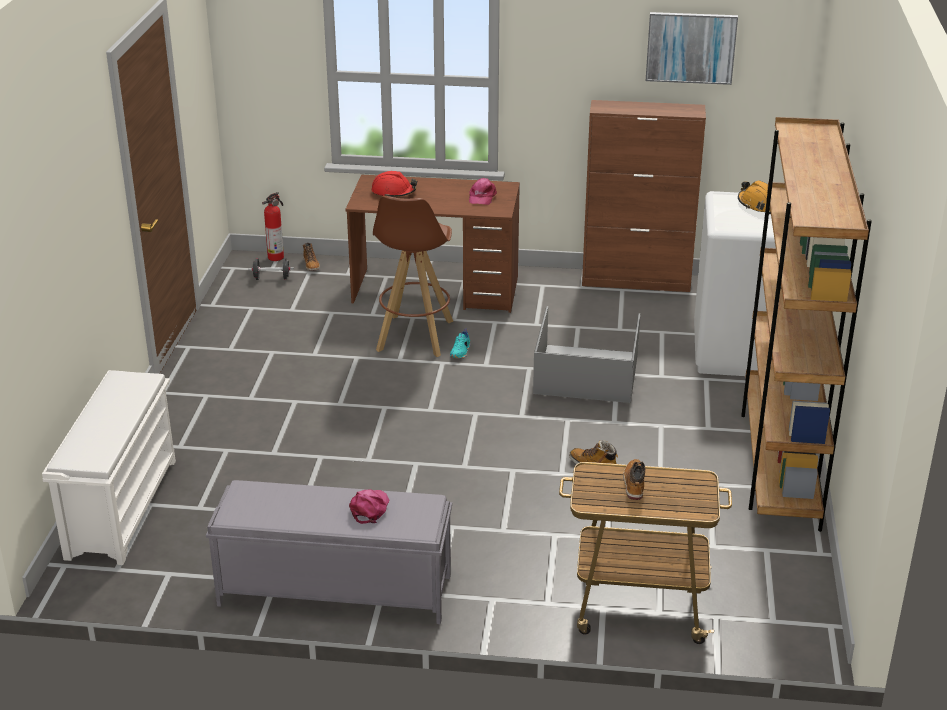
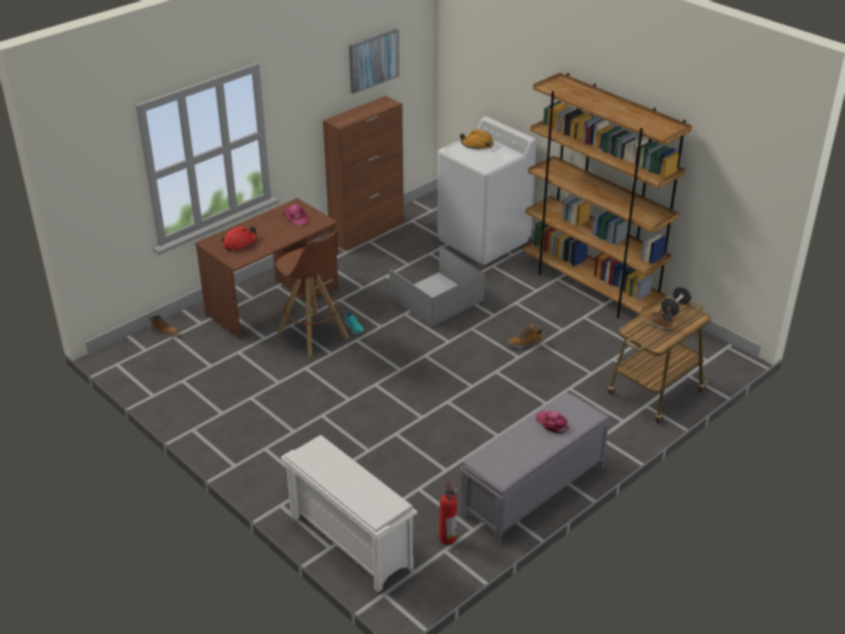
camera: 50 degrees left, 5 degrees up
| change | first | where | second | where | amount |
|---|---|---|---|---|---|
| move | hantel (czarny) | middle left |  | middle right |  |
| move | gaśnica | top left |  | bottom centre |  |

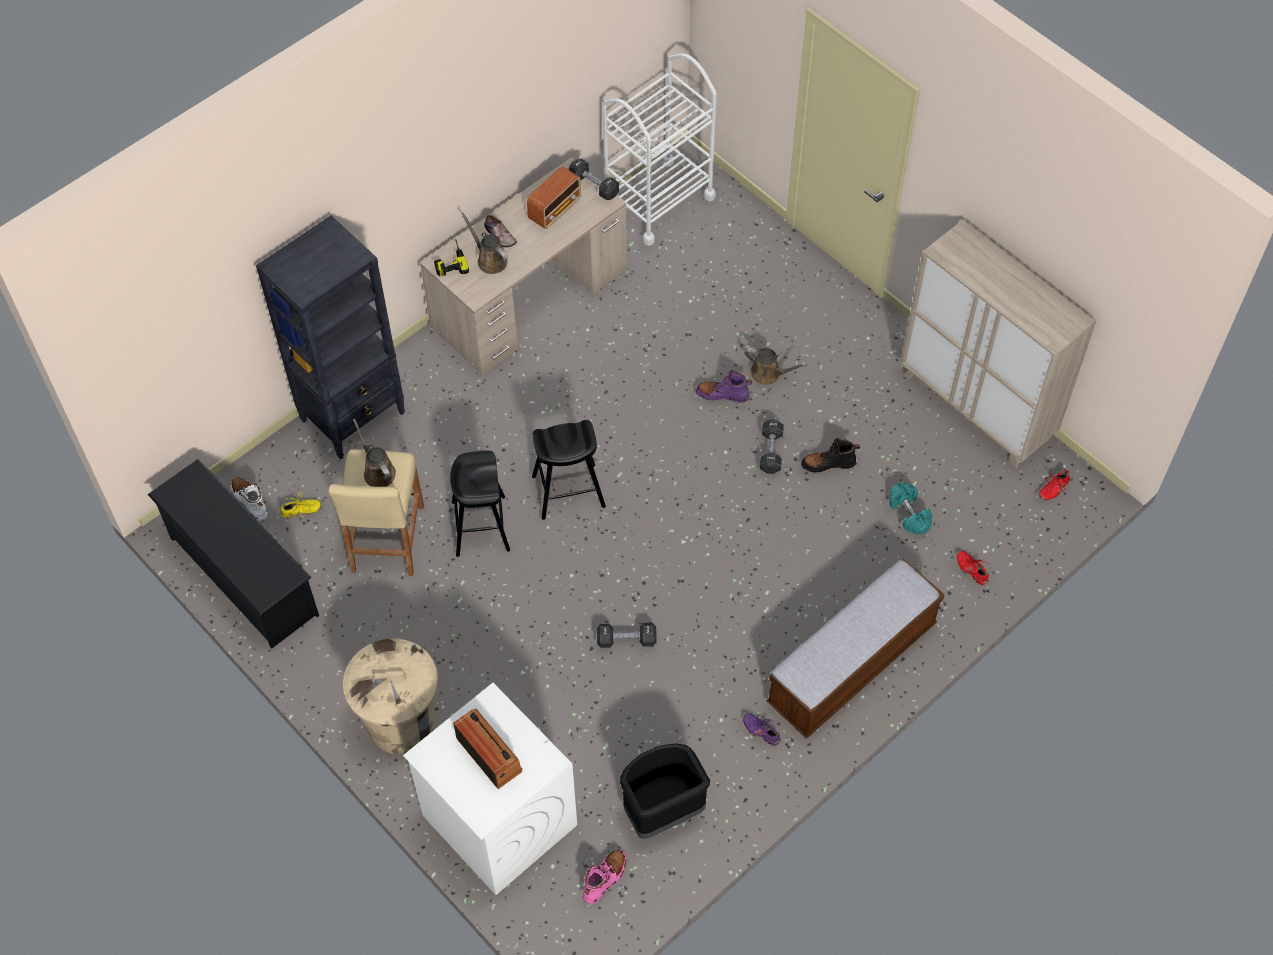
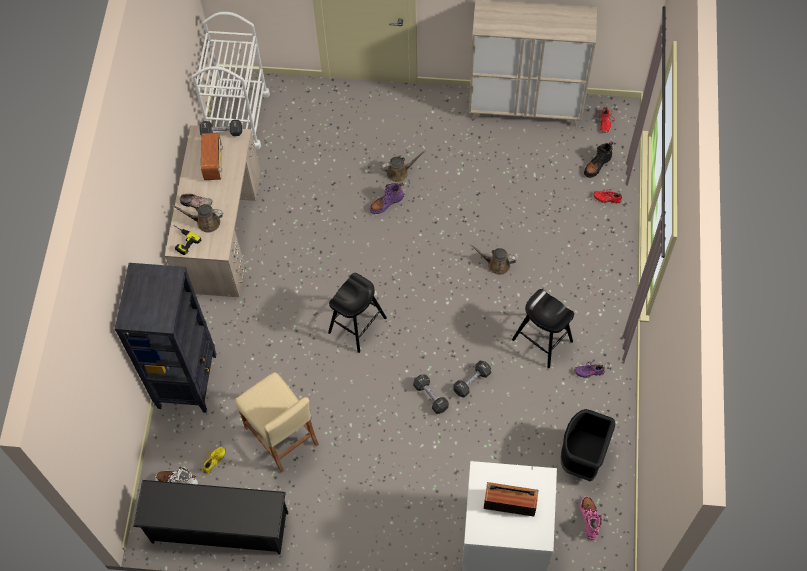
camera: 40 degrees left, 5 degrees up
| change | first | where | second | where | amount |
|---|---|---|---|---|---|
| delete | kosz na śmieci (beżowy) | bottom left |  |  |  |
| move | konewka (brązowy) (1st from left in the first image) | middle left | konewka (brązowy) (3rd from left) | centre |  |
| move | stołek (czarny) (1st from left in the first image) | centre | stołek (czarny) (2nd from left) | middle right |  |
| move | hantel (czarny) (3rd from left in the first image) | centre | hantel (czarny) (2nd from left) | bottom centre |  |
| delete | ławka | bottom right |  |  |  |
| move | but z cholewką (czarny) | centre |  | top right |  |
| delete | hantel (turkusowy) | middle right |  |  |  |

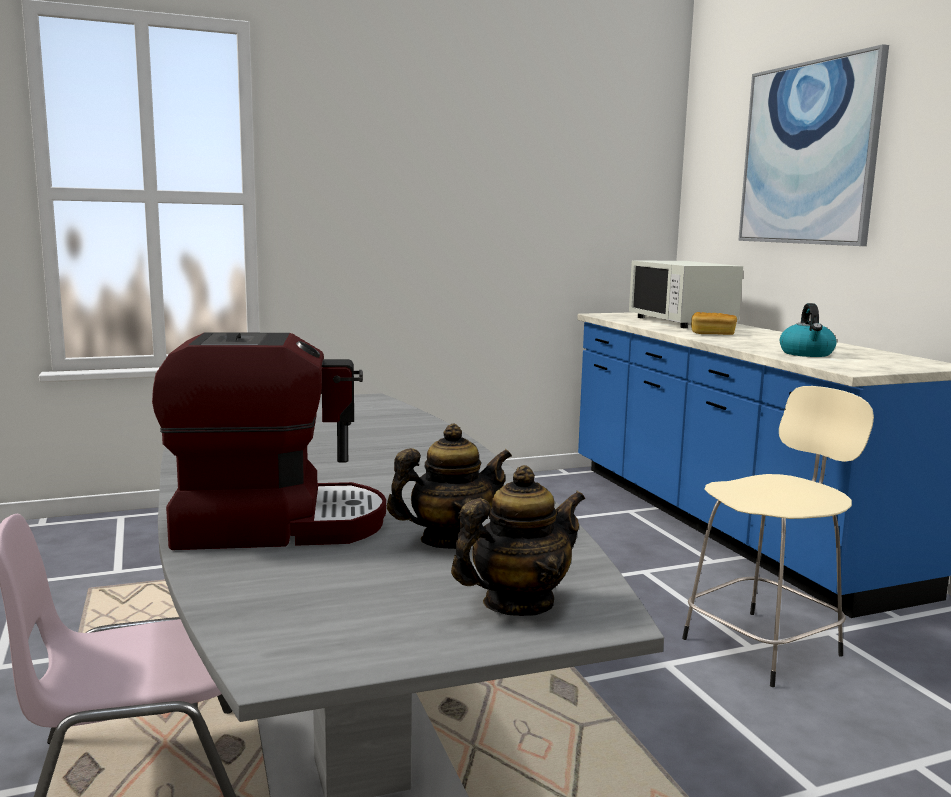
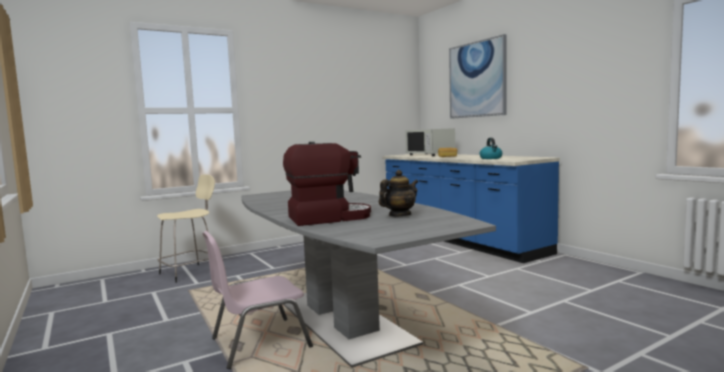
camera: 10 degrees left, 5 degrees down
| change | first | where | second | where | amount |
|---|---|---|---|---|---|
| delete | imbryk (2nd from left) | bottom centre |  |  |  |
| move | stołek (beżowy) | bottom right |  | middle left |  |

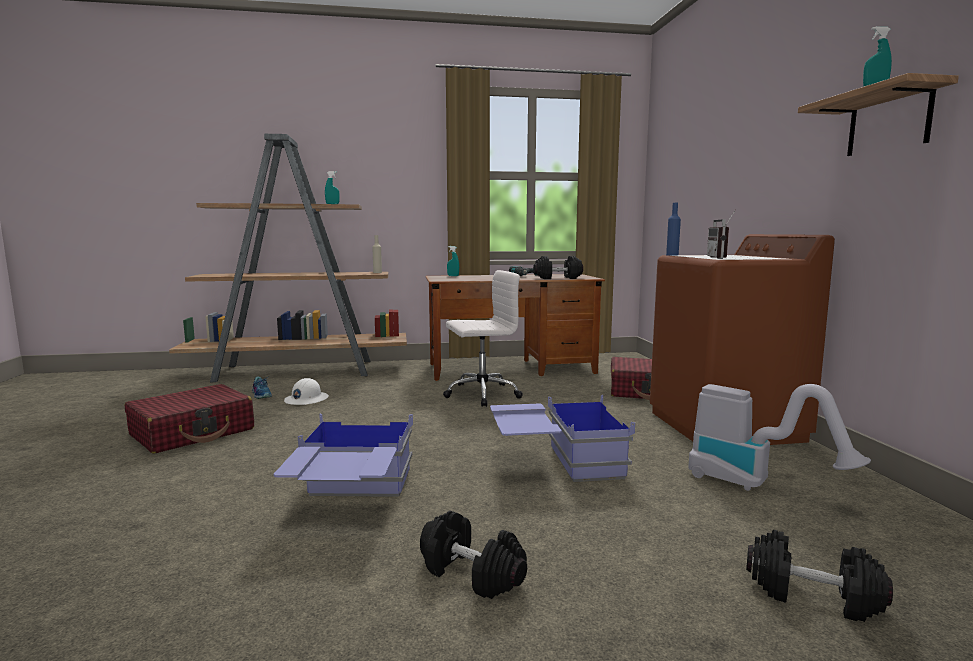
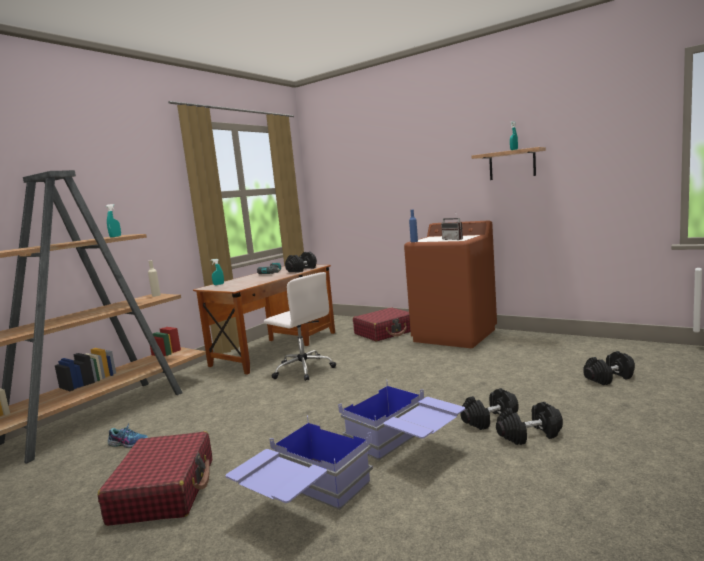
camera: 45 degrees left, 0 degrees up
| change | first | where | second | where | amount |
|---|---|---|---|---|---|
| delete | kask (biały) | middle left |  |  |  |
| rotate | krzesło biurowe (biały) | centre |  | centre | 105 degrees clockwise |
| move | pojemnik do przechowywania (niebieski) (2nd from left in the first image) | centre | pojemnik do przechowywania (niebieski) (1st from left) | bottom centre |  |
| delete | odkurzacz | middle right |  |  |  |
| insert |  |  | hantel (czarny) (2nd from left) | bottom right |  |

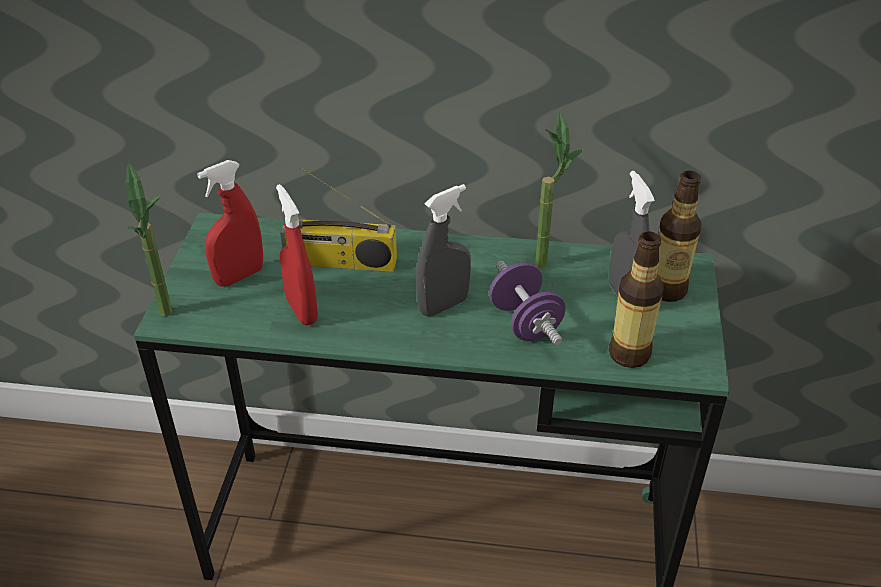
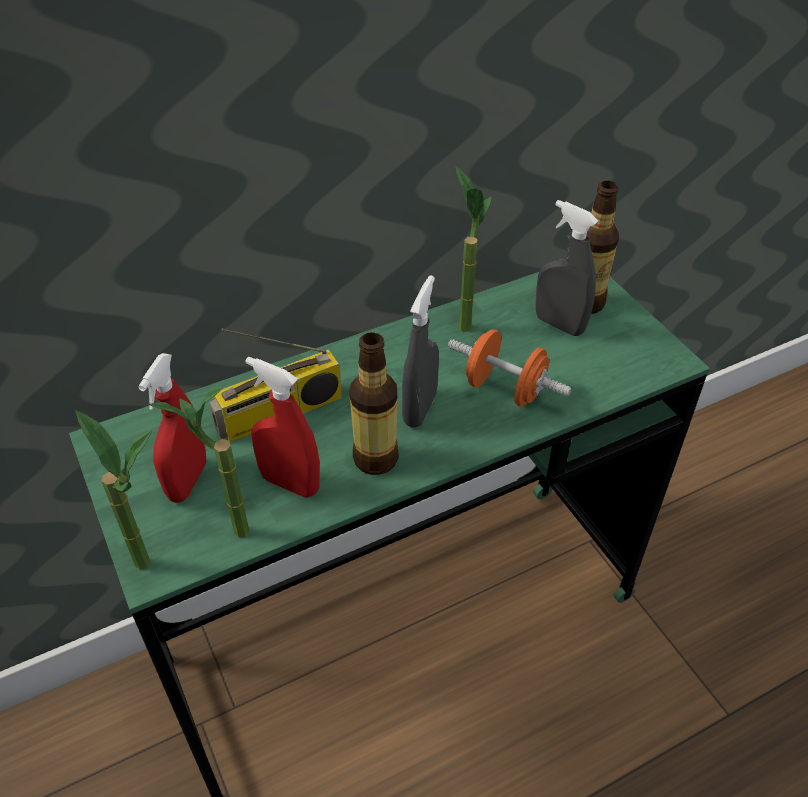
camera: 35 degrees left, 5 degrees up
| change | first | where | second | where | amount |
|---|---|---|---|---|---|
| recolor | hantel (fioletowy) | centre | hantel (pomarańczowy) | centre |  |
| move | butelka (1st from left) | middle right |  | centre |  |
| insert |  |  | roślina doniczkowa (2nd from left) | middle left |  |

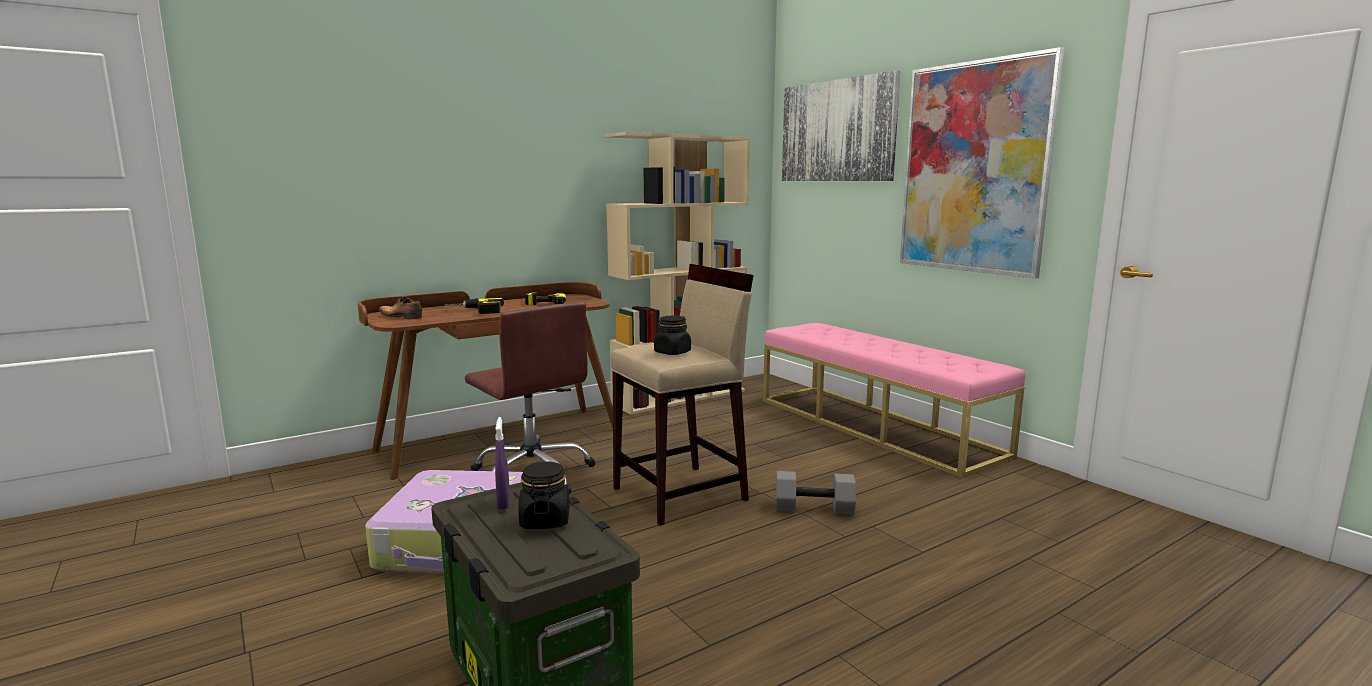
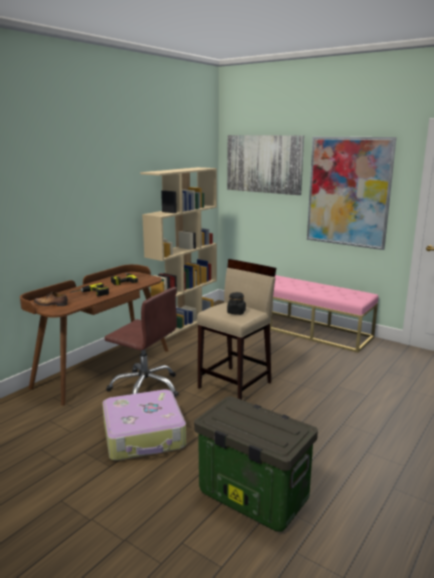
camera: 20 degrees left, 5 degrees up
| change | first | where | second | where | amount |
|---|---|---|---|---|---|
| delete | spryskiwacz (fioletowy) | bottom centre |  |  |  |
| delete | słoik (czarny) (1st from left) | bottom centre |  |  |  |
| delete | hantel (szary) | bottom centre |  |  |  |

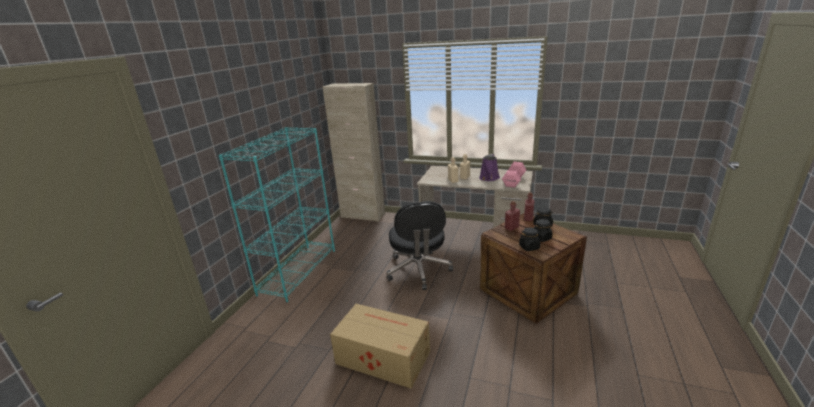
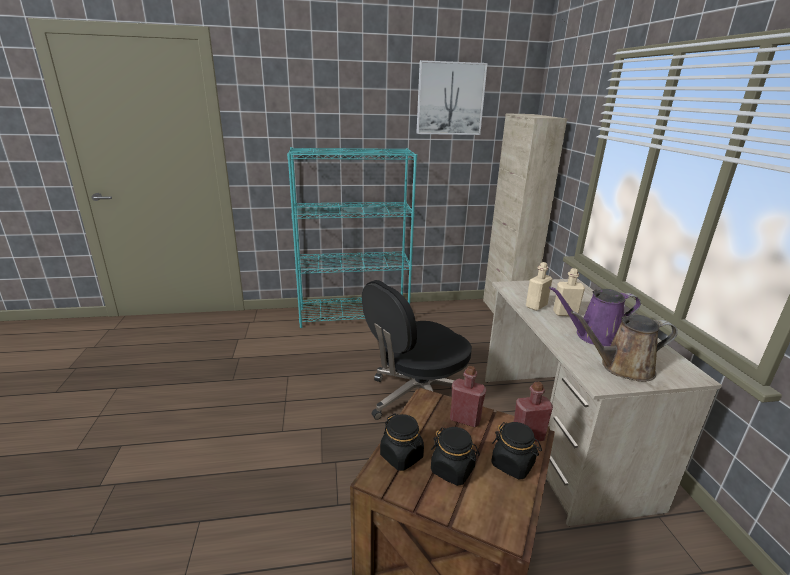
camera: 60 degrees right, 0 degrees up
| change | first | where | second | where | amount |
|---|---|---|---|---|---|
| delete | karton | bottom centre |  |  |  |
| replace | hantel (różowy) | centre | konewka (brązowy) | middle right |  |
| insert |  |  | obraz | top centre |  |

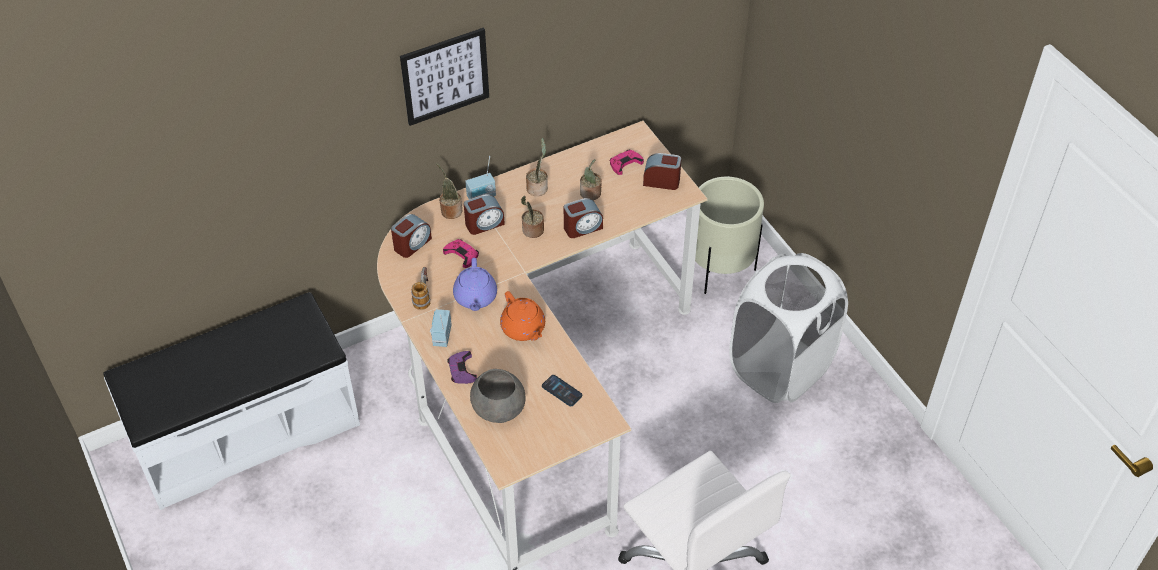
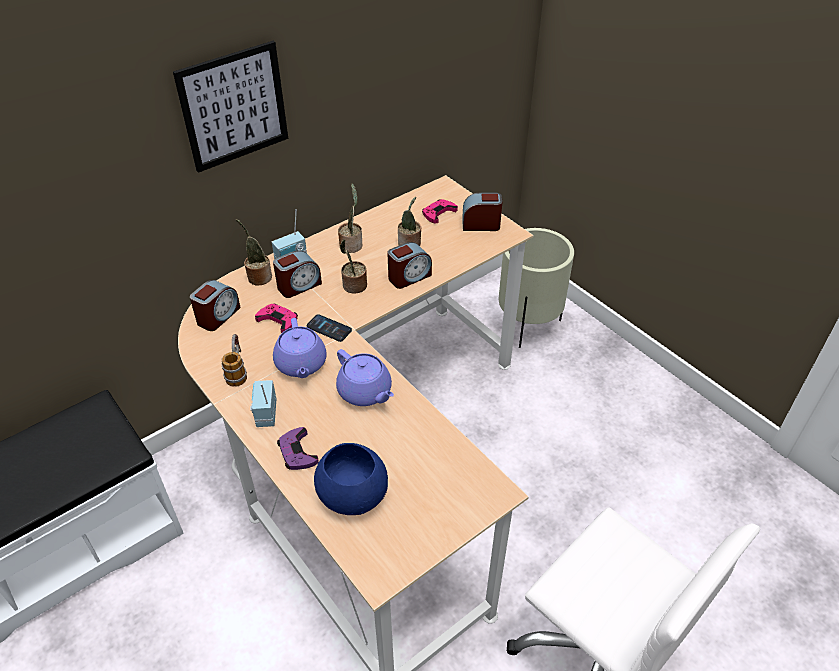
camera: 10 degrees left, 5 degrees down
| change | first | where | second | where | amount |
|---|---|---|---|---|---|
| recolor | miska (szary) | bottom centre | miska (niebieski) | bottom centre |  |
| recolor | imbryk (pomarańczowy) | centre | imbryk (fioletowy) (2nd from left) | centre |  |
| move | telefon | bottom centre |  | centre |  |
| delete | kosz na pranie (biały) | middle right |  |  |  |

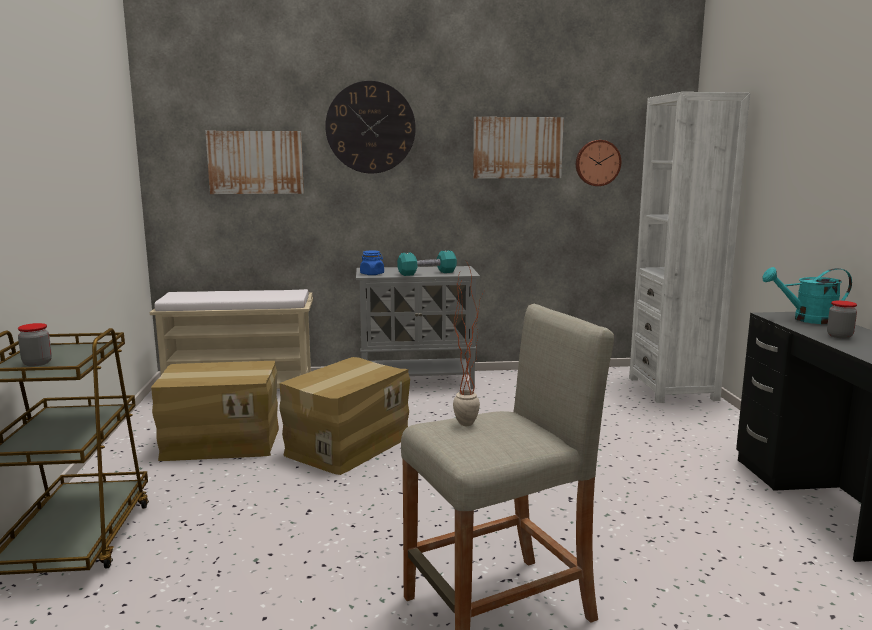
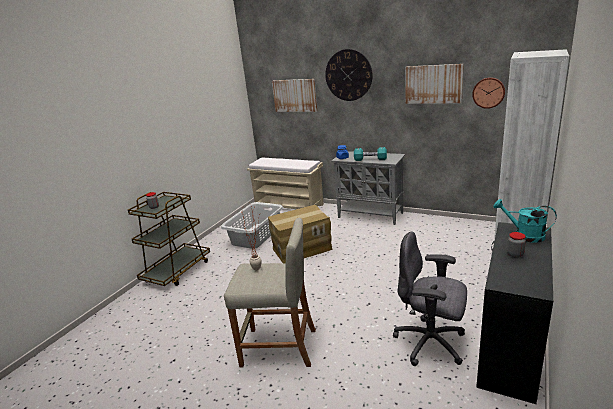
camera: 35 degrees right, 10 degrees up
| change | first | where | second | where | amount |
|---|---|---|---|---|---|
| replace | karton (1st from left) | middle left | kosz na pranie (szary) | centre |  |
| insert |  |  | krzesło biurowe (szary) | bottom right |  |

